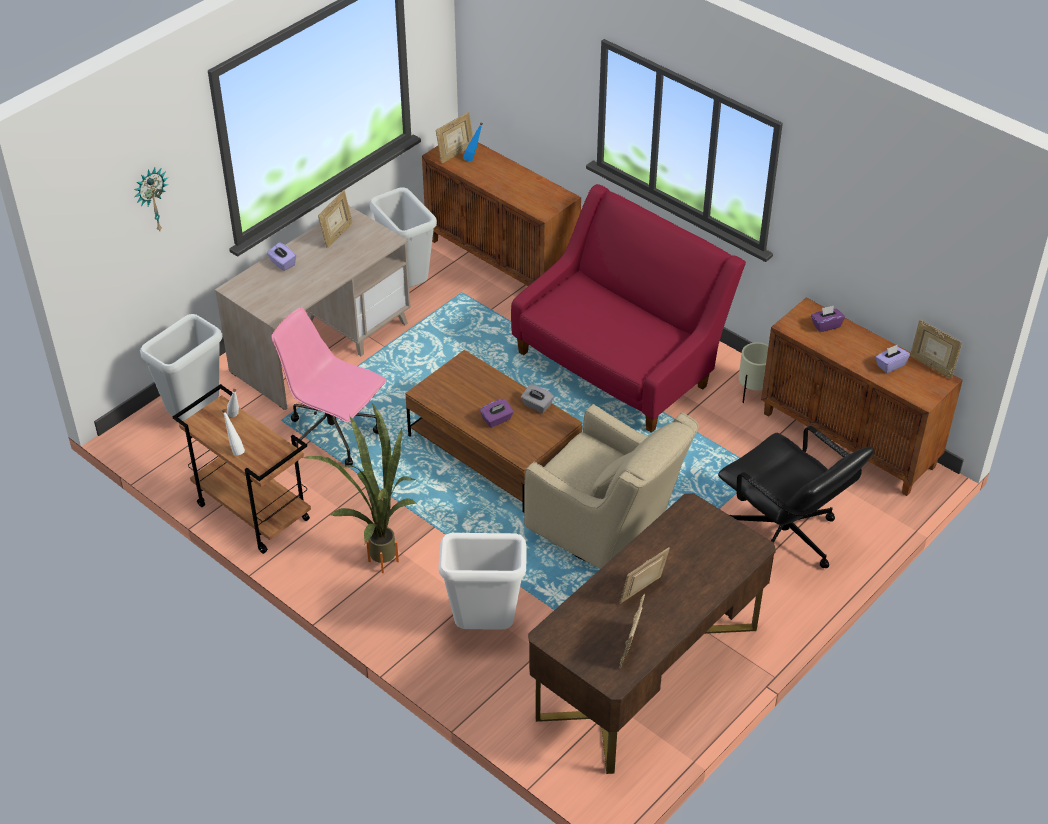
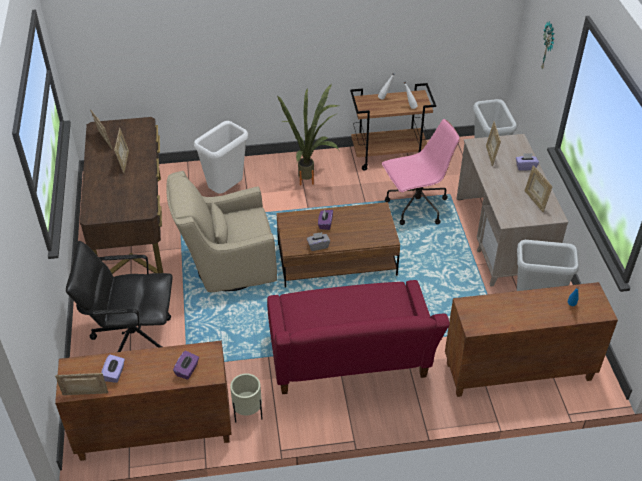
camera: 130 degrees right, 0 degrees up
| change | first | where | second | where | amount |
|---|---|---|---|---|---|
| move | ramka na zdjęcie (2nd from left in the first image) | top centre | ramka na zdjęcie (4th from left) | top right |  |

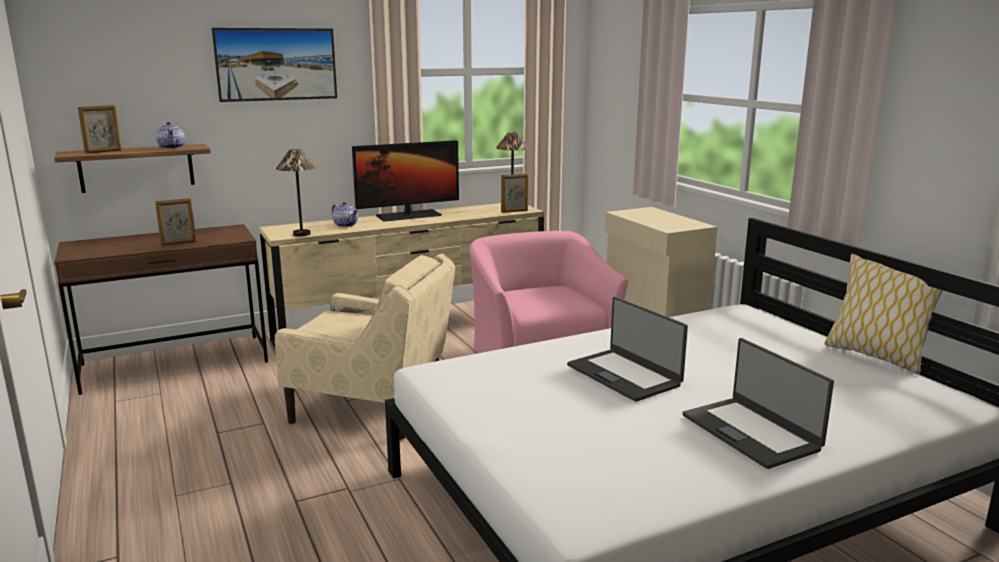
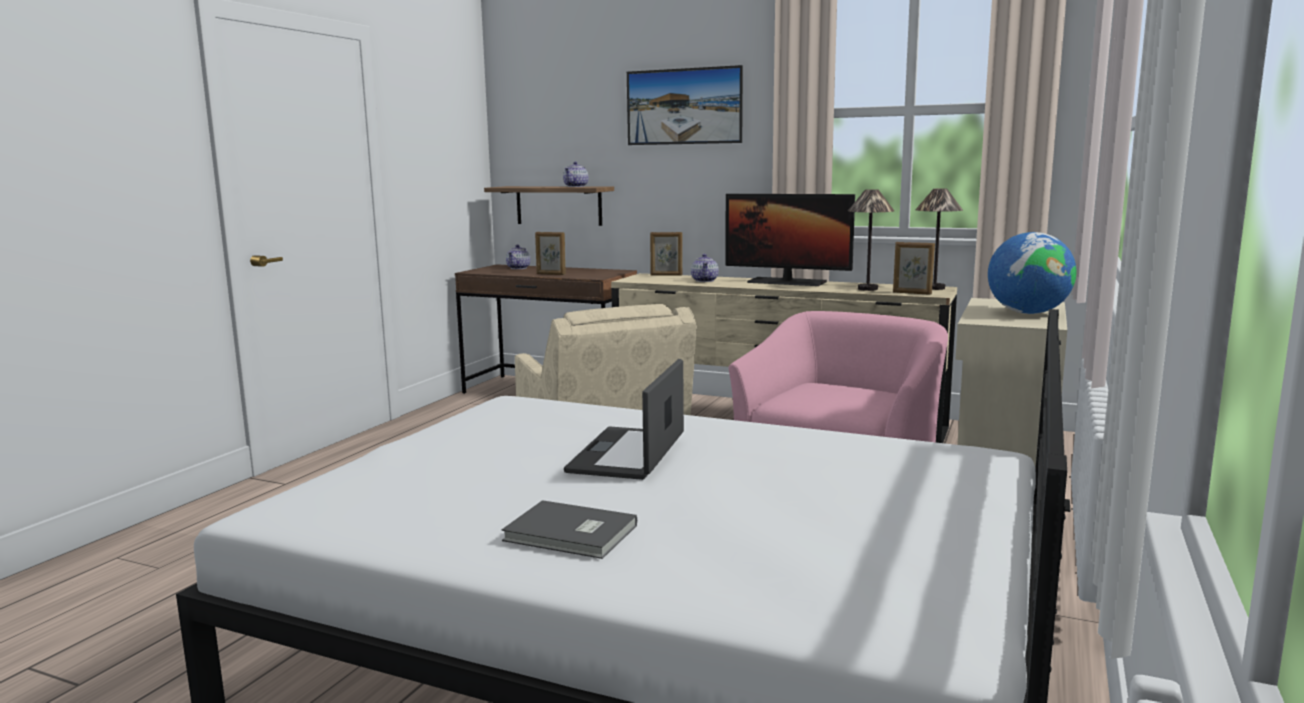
camera: 50 degrees right, 5 degrees down
| change | first | where | second | where | amount |
|---|---|---|---|---|---|
| move | ramka na zdjęcie (1st from left in the first image) | top left | ramka na zdjęcie (2nd from left) | centre |  |
| move | lampa stołowa (1st from left) | middle left |  | middle right |  |
| replace | laptop (2nd from left) | bottom right | książka (szary) | bottom centre |  |
| delete | poduszka | middle right |  |  |  |
| insert |  |  | imbryk (1st from left) | centre |  |
| insert |  |  | globus | middle right |  |

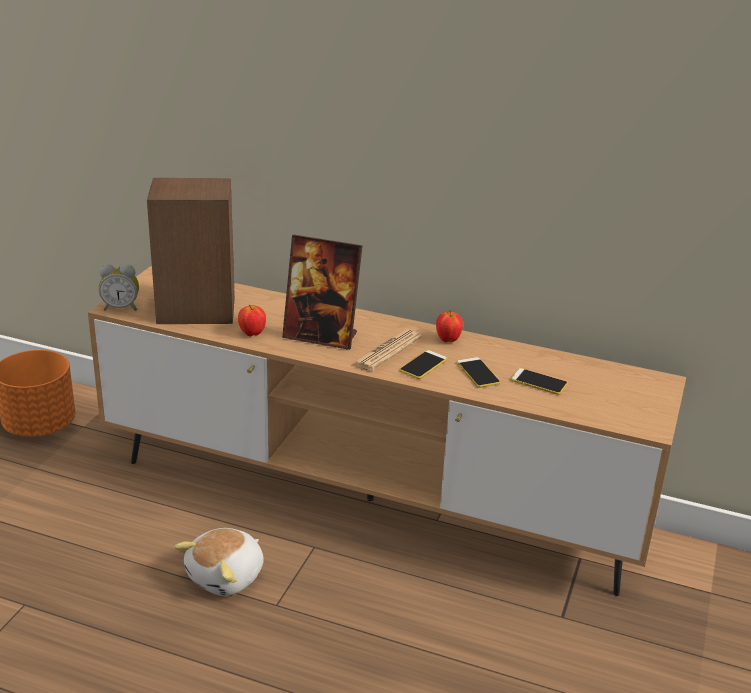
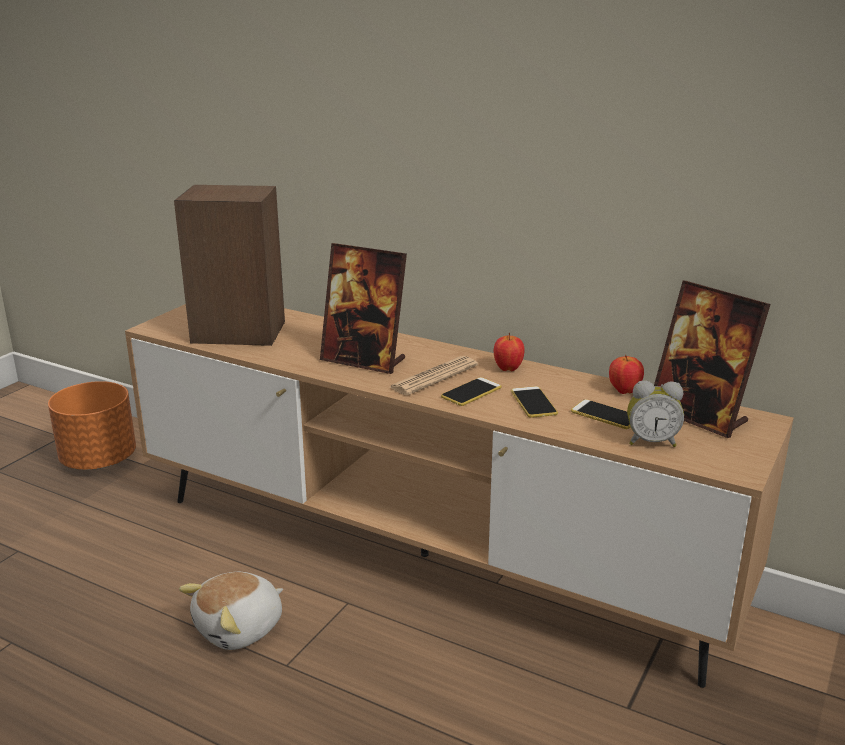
camera: 10 degrees right, 5 degrees down
| change | first | where | second | where | amount |
|---|---|---|---|---|---|
| move | budzik | middle left |  | middle right |  |
| move | jabłko (1st from left in the first image) | centre | jabłko (2nd from left) | middle right |  |
| insert |  |  | ramka na zdjęcie (2nd from left) | middle right |  |

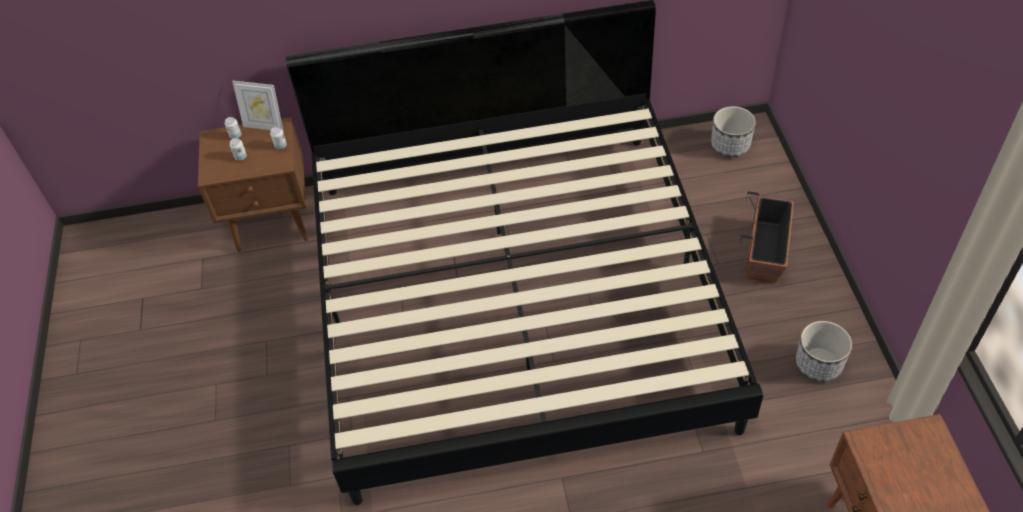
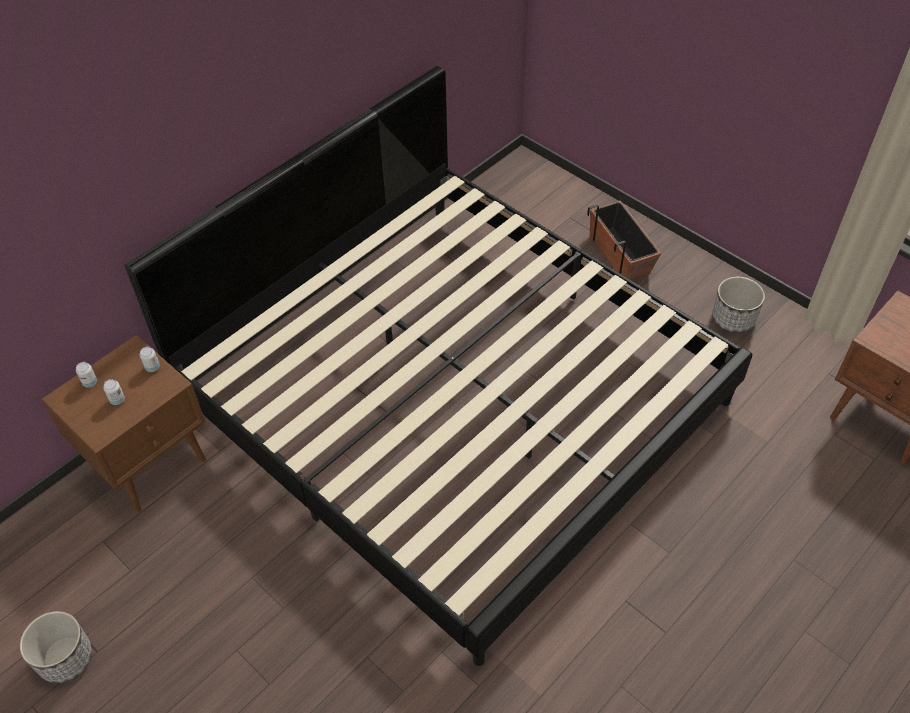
camera: 40 degrees left, 0 degrees up
| change | first | where | second | where | amount |
|---|---|---|---|---|---|
| delete | ramka na zdjęcie | top left |  |  |  |
| move | donica (1st from left) | top right |  | bottom left |  |

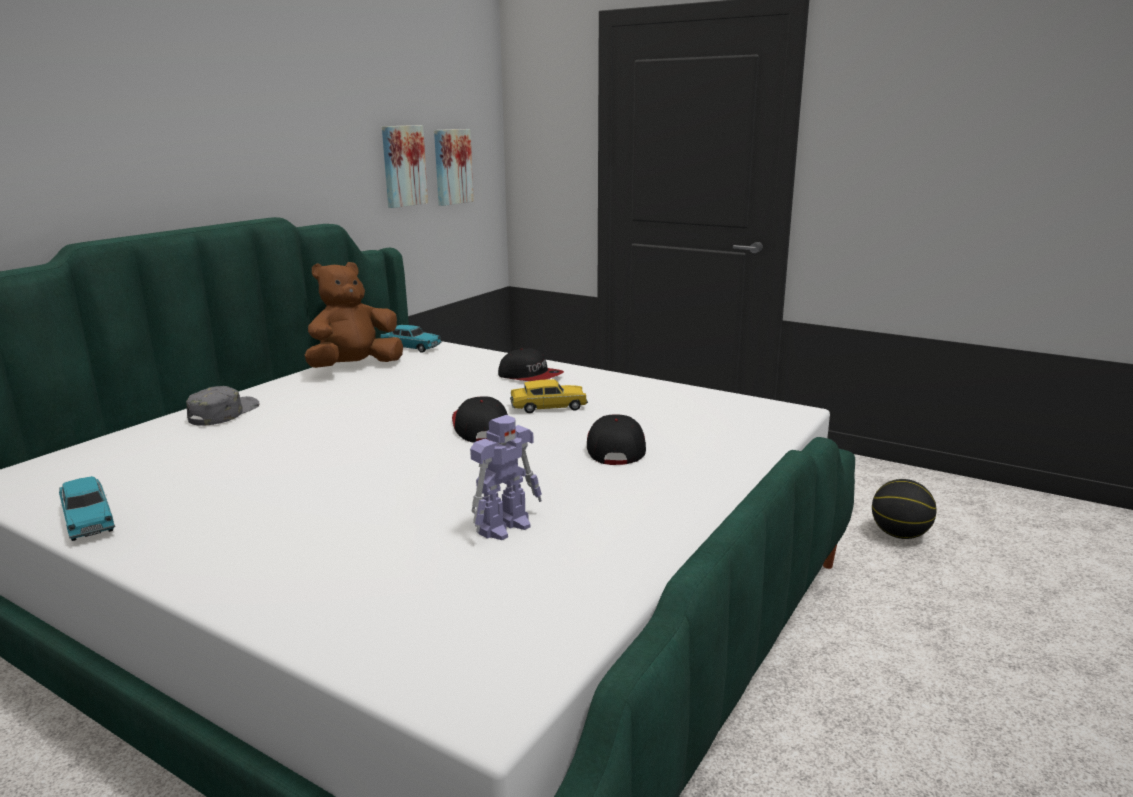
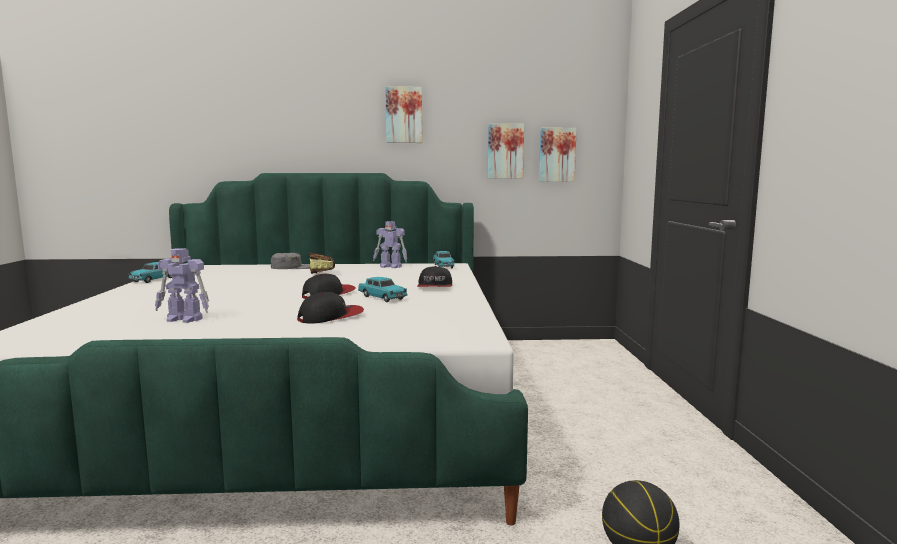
camera: 55 degrees right, 10 degrees down
| change | first | where | second | where | amount |
|---|---|---|---|---|---|
| replace | pluszak (brązowy) | middle left | robot zabawkowy (2nd from left) | centre |  |
| recolor | samochodzik (żółty) | centre | samochodzik (turkusowy) (2nd from left) | centre |  |
| insert |  |  | książka | centre |  |
| insert |  |  | obraz (1st from left) | top centre |  |

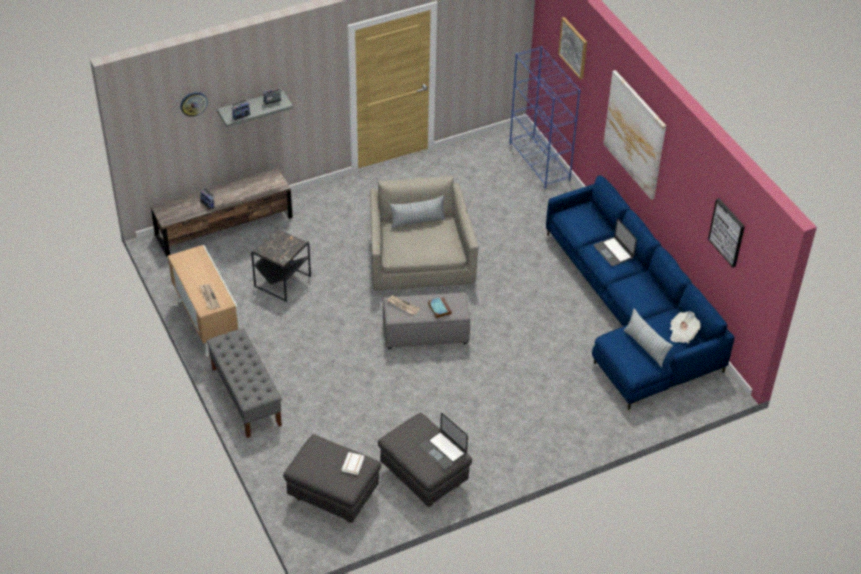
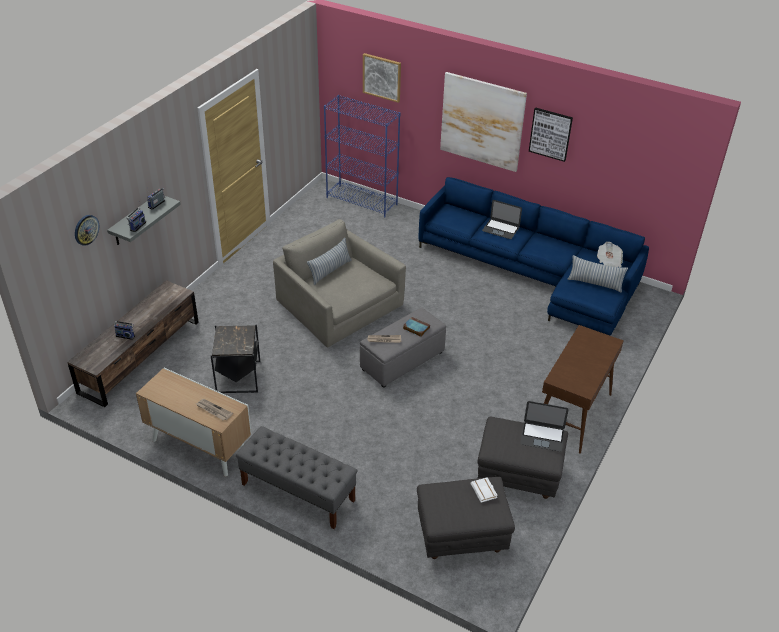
camera: 35 degrees left, 5 degrees down
| change | first | where | second | where | amount |
|---|---|---|---|---|---|
| move | obraz (3rd from left) | middle right |  | top right |  |
| insert |  |  | stolik konsolowy (brązowy) | middle right |  |

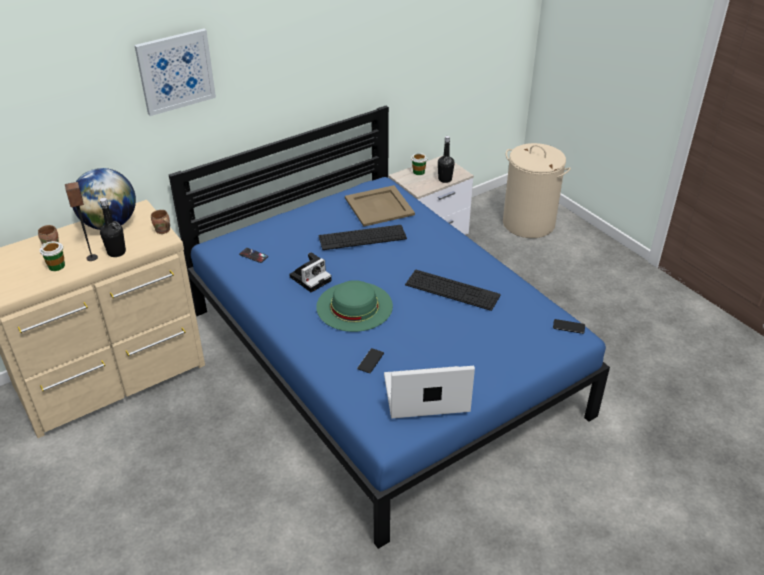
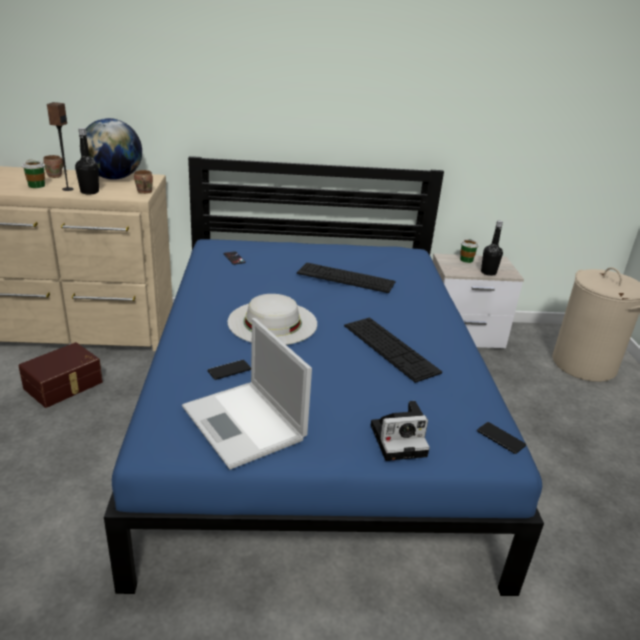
camera: 30 degrees right, 10 degrees down
| change | first | where | second | where | amount |
|---|---|---|---|---|---|
| delete | obraz | top left |  |  |  |
| move | aparat fotograficzny | centre |  | bottom centre |  |
| recolor | kapelusz (zielony) | centre | kapelusz (biały) | centre |  |
| delete | taca (beżowy) | centre |  |  |  |
| rotate | laptop | bottom centre |  | centre | 150 degrees counterclockwise |
| insert |  |  | pojemnik do przechowywania (brązowy) | middle left |  |

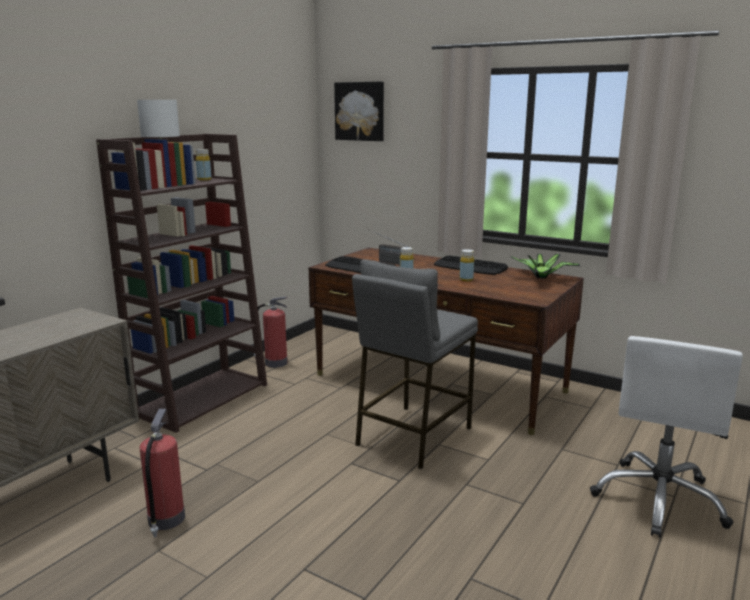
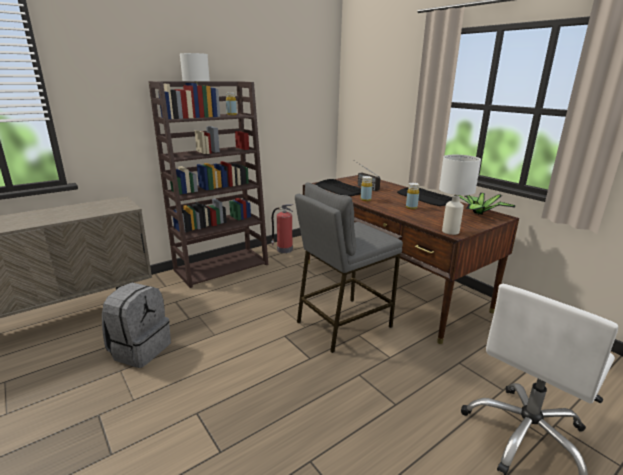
camera: 20 degrees right, 5 degrees up
| change | first | where | second | where | amount |
|---|---|---|---|---|---|
| replace | gaśnica (1st from left) | bottom left | plecak (szary) | bottom left |  |
| delete | obraz | top centre |  |  |  |
| insert |  |  | lampa stołowa (biały) (2nd from left) | middle right |  |

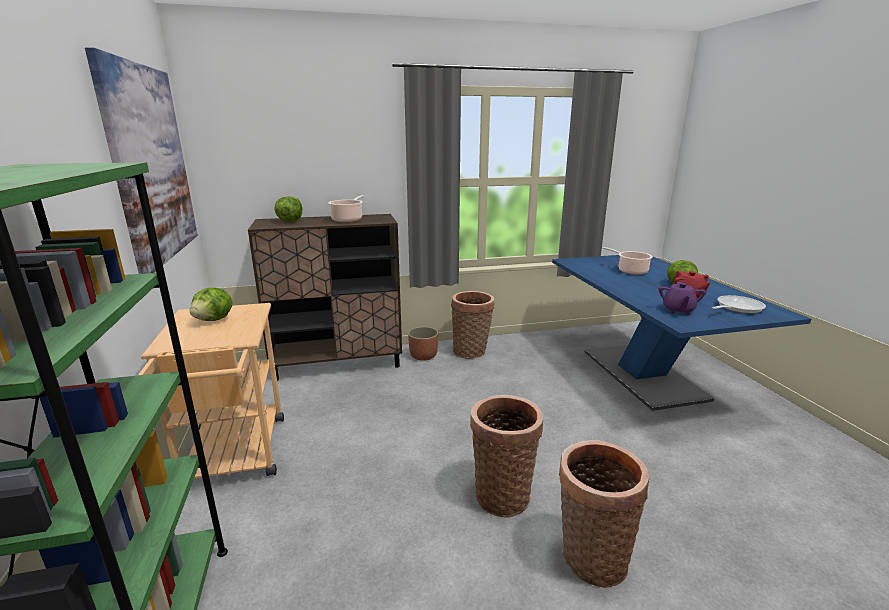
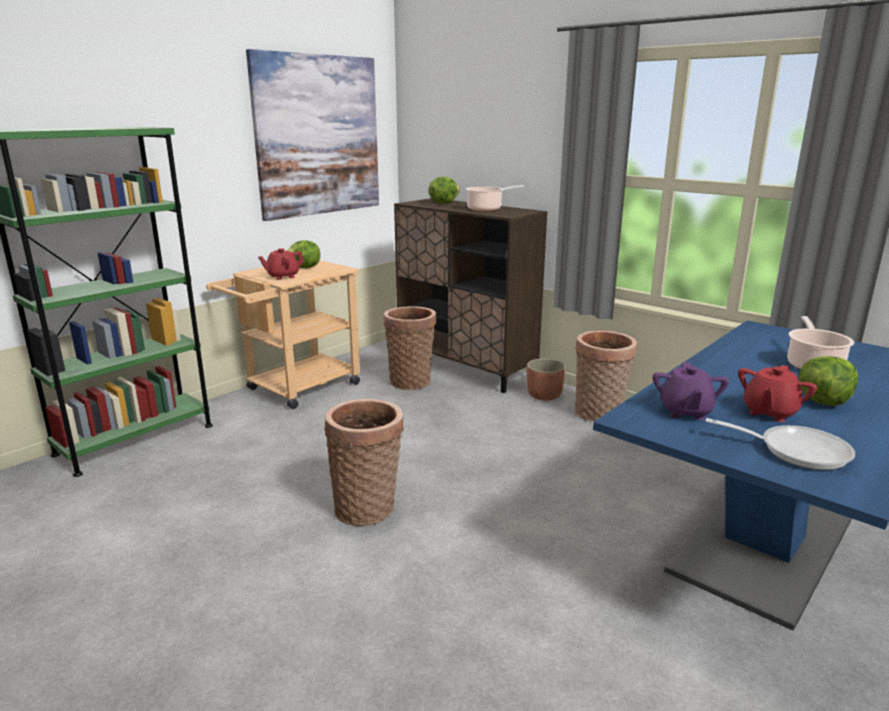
camera: 55 degrees right, 0 degrees up
| change | first | where | second | where | amount |
|---|---|---|---|---|---|
| move | koszyk (3rd from left in the first image) | bottom right | koszyk (2nd from left) | centre |  |
| rotate | imbryk (fioletowy) | middle right |  | middle right | 60 degrees counterclockwise |
| insert |  |  | imbryk (czerwony) (1st from left) | middle left |  |

